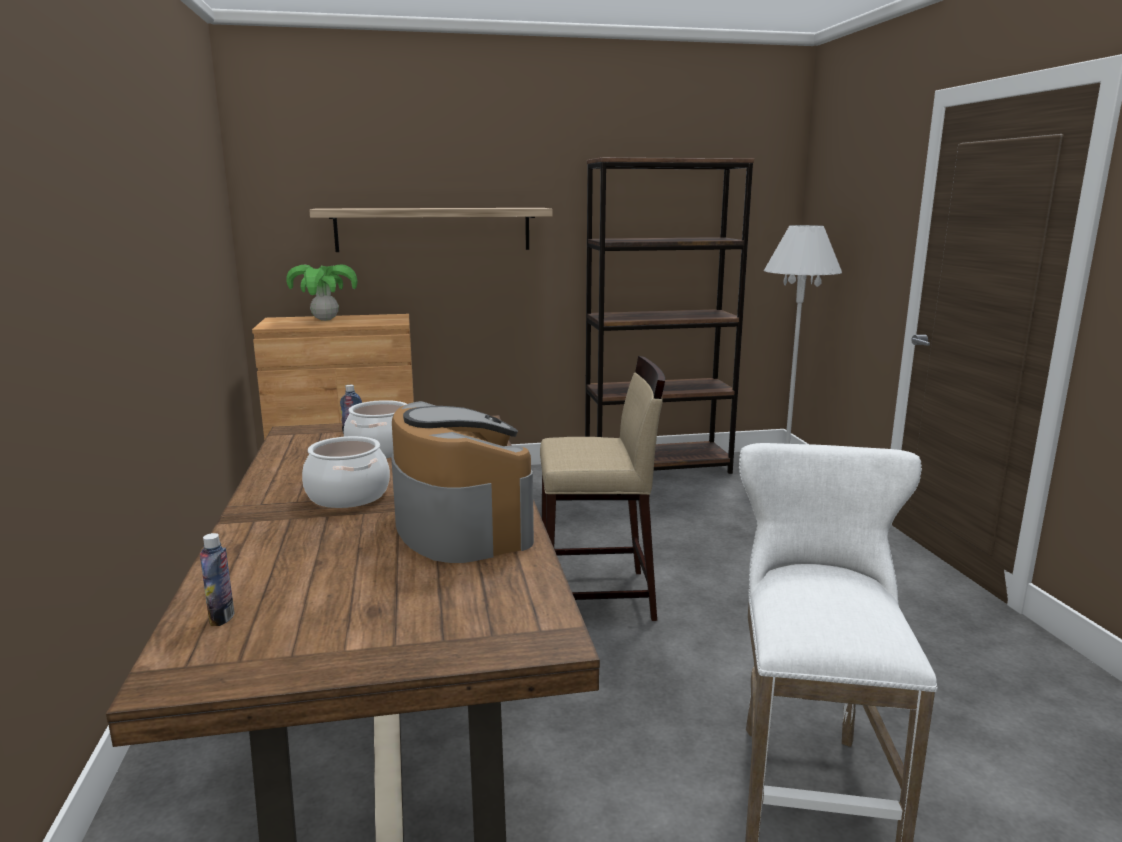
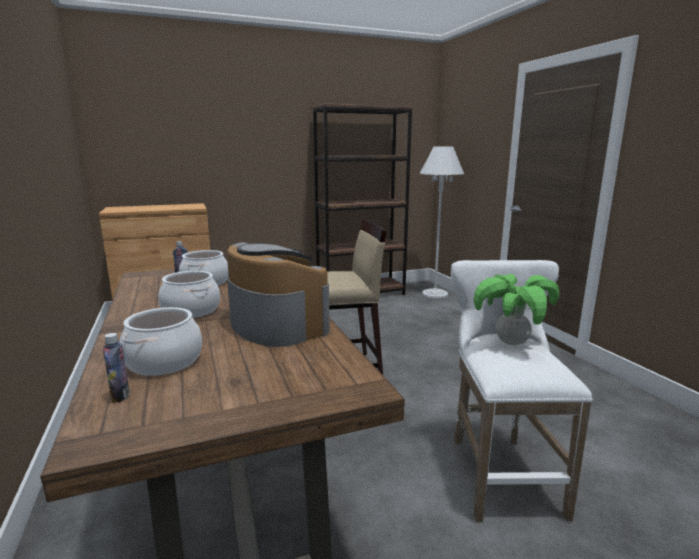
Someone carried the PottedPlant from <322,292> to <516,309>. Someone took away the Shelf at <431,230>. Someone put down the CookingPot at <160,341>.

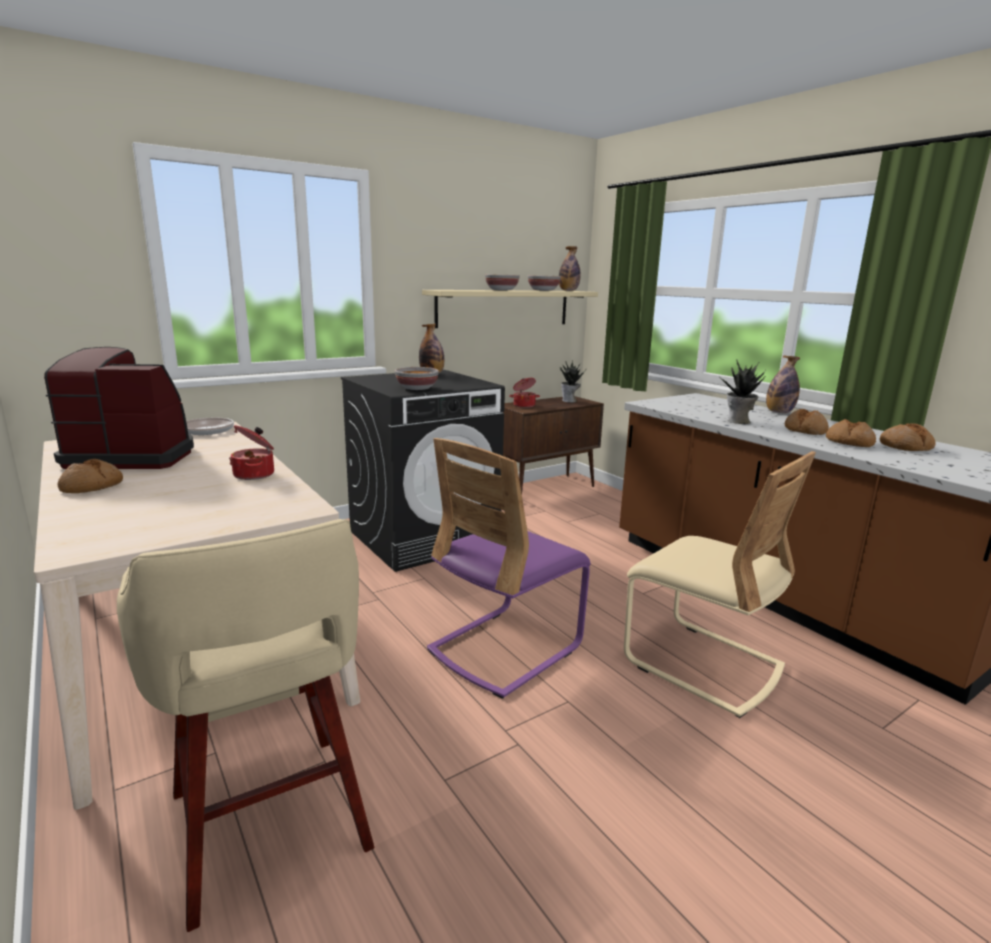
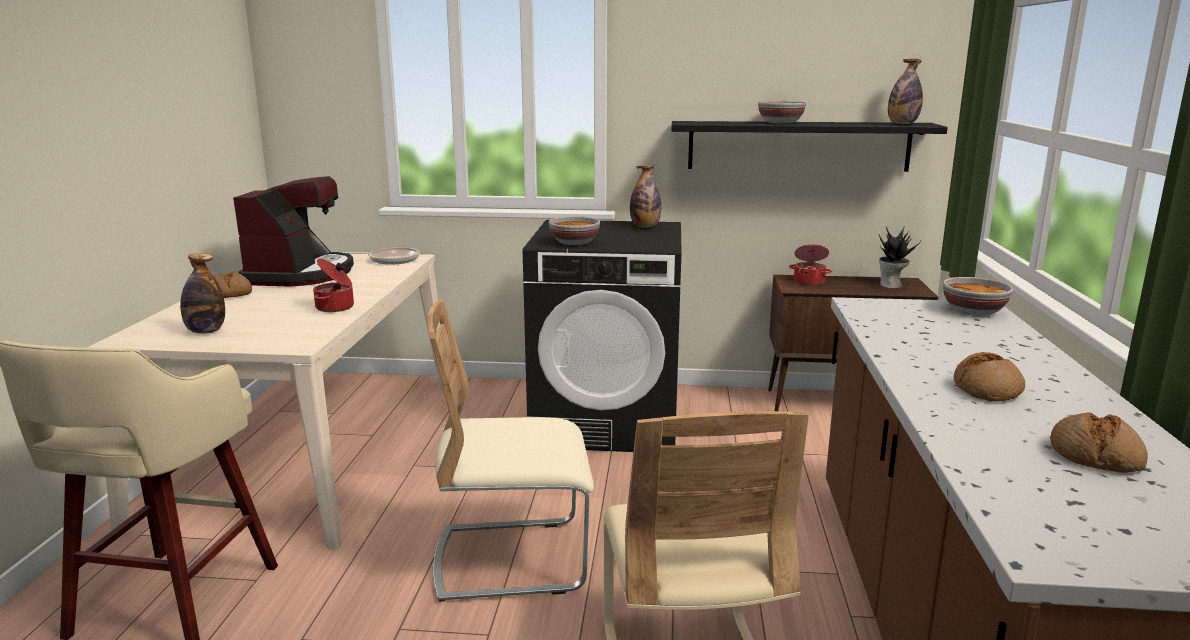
Someone rotated the CoffeeMachine at <119,408> by 60 degrees clockwise. Someone repainted the BeigeColouredShelf at <510,309>, which became the BlackishShelf at <809,146>. Someone repainted the PurplishChair at <509,568>, which became the BeigeColouredChair at <511,451>. Someone carried the DeepDish from <544,283> to <978,296>. Someone took away the PottedPlant at <744,392>. Someone carried the Bottle from <783,384> to <202,293>. Someone took away the BakedBread at <851,433>.

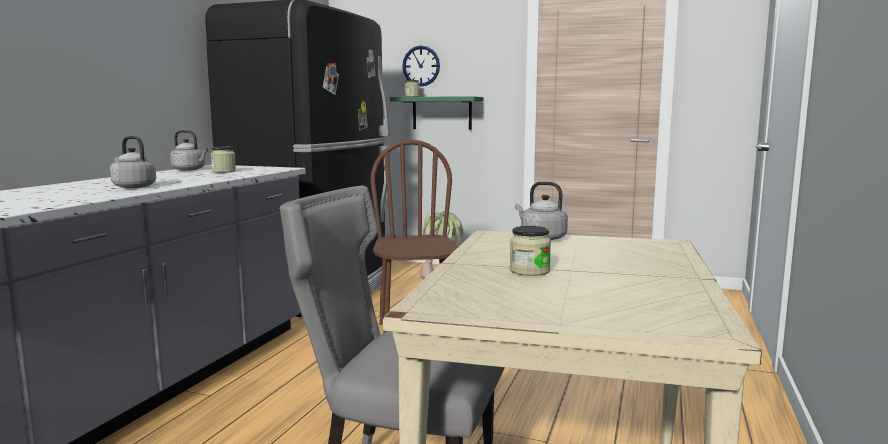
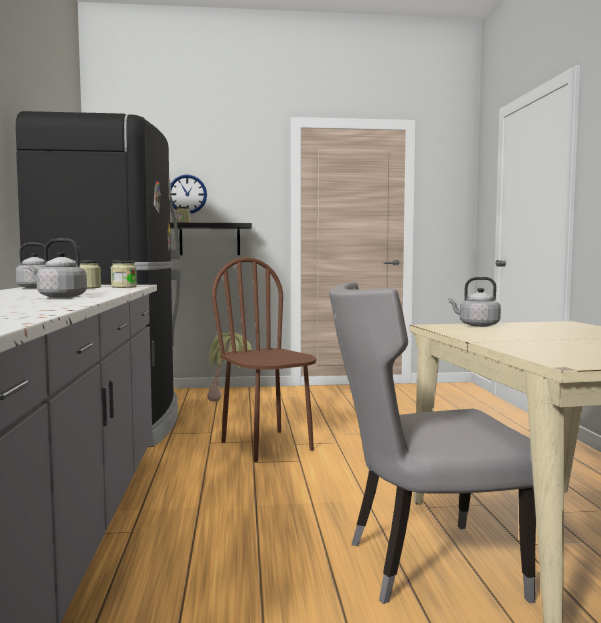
Someone repainted the GreenishShelf at <437,113>, which became the BlackishShelf at <211,239>. Someone carried the StorageJar from <530,251> to <124,274>.

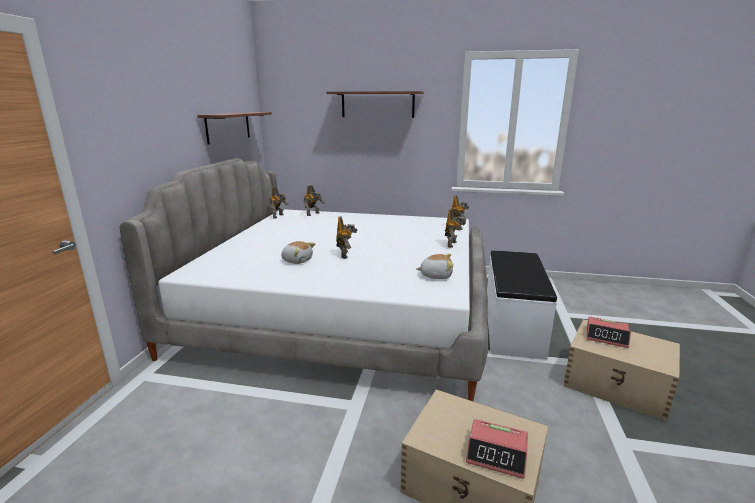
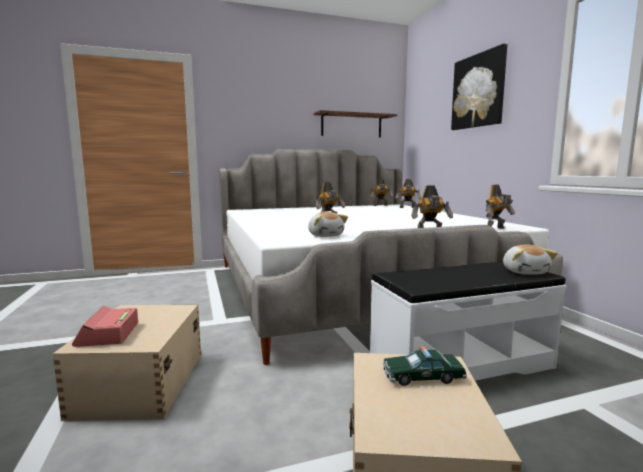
Someone carried the CuddlyToy from <298,252> to <530,260>. Someone swapped the Shelf at <375,104> for the Picture at <479,87>. Someone swapped the TableClock at <609,332> for the MiniatureCar at <425,366>.

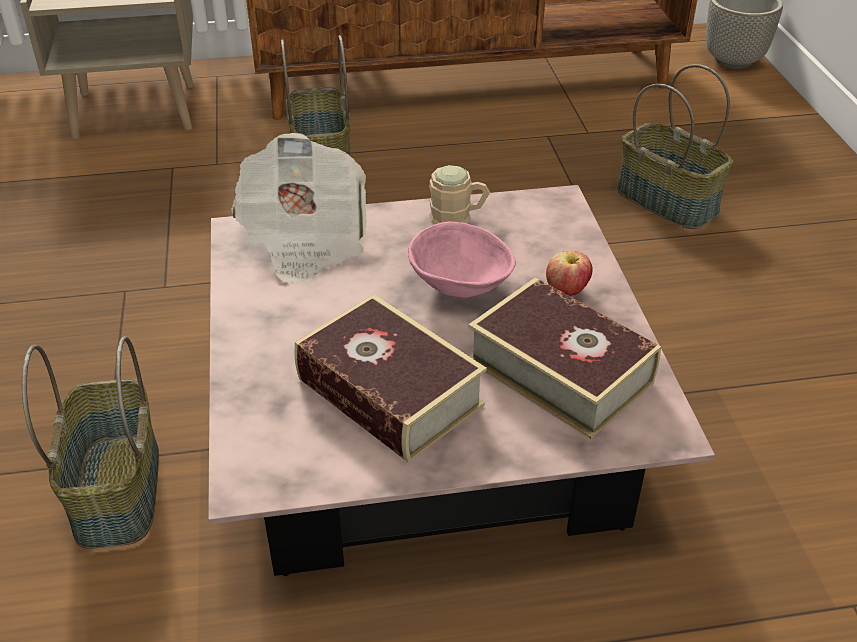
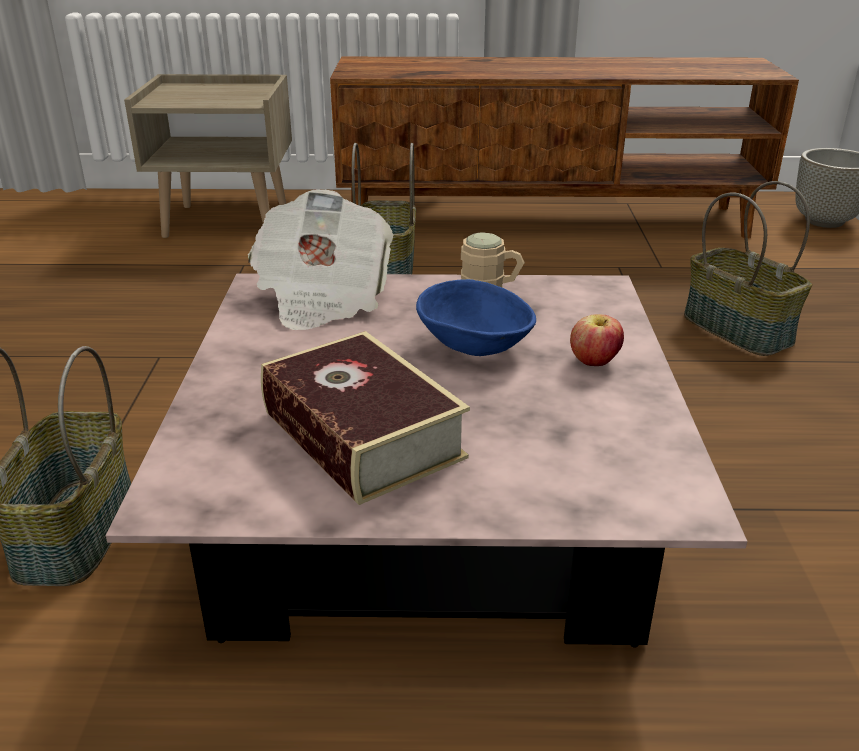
Someone repainted the PinkishDeepDish at <462,259>, which became the BlueDeepDish at <476,317>. Someone took away the Book at <564,358>.

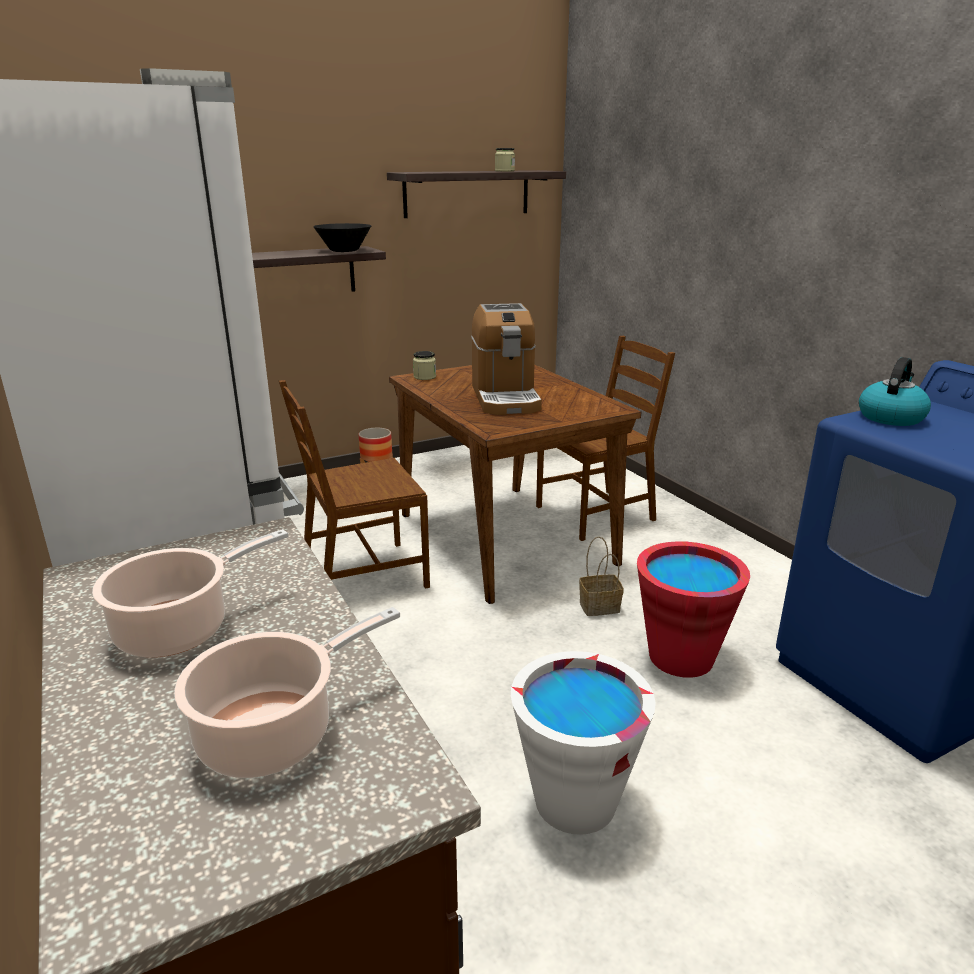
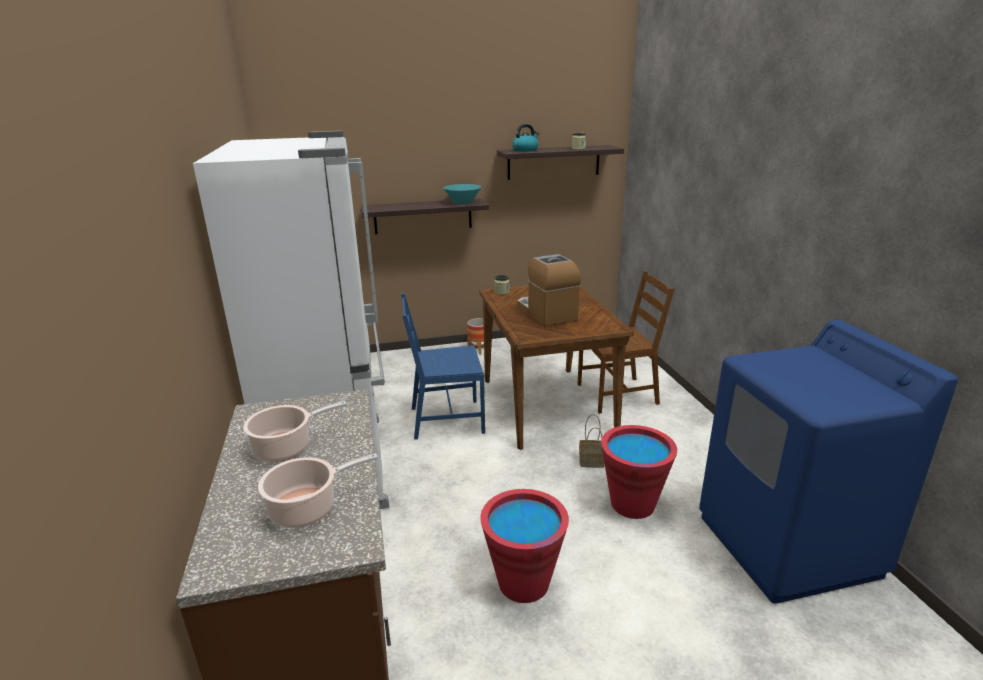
Someone repainted the BrownColouredChair at <354,484>, which became the BlueChair at <443,366>. Someone repainted the BlackishDeepDish at <342,237>, which became the TurquoiseColouredDeepDish at <462,194>. Someone rotated the CoffeeMachine at <506,359> by 150 degrees clockwise. Someone repainted the WhiteWaterBucket at <583,743>, which became the ReddishWaterBucket at <524,546>. Someone carried the TeaKettle from <895,391> to <525,138>.

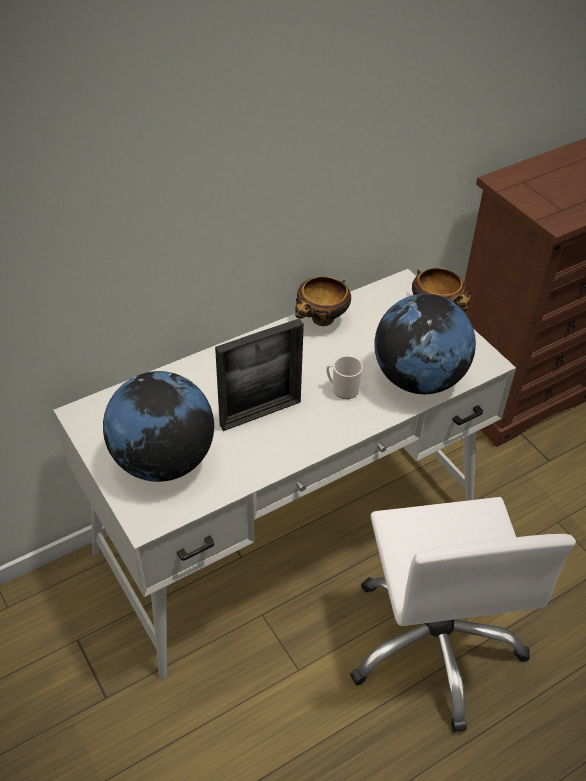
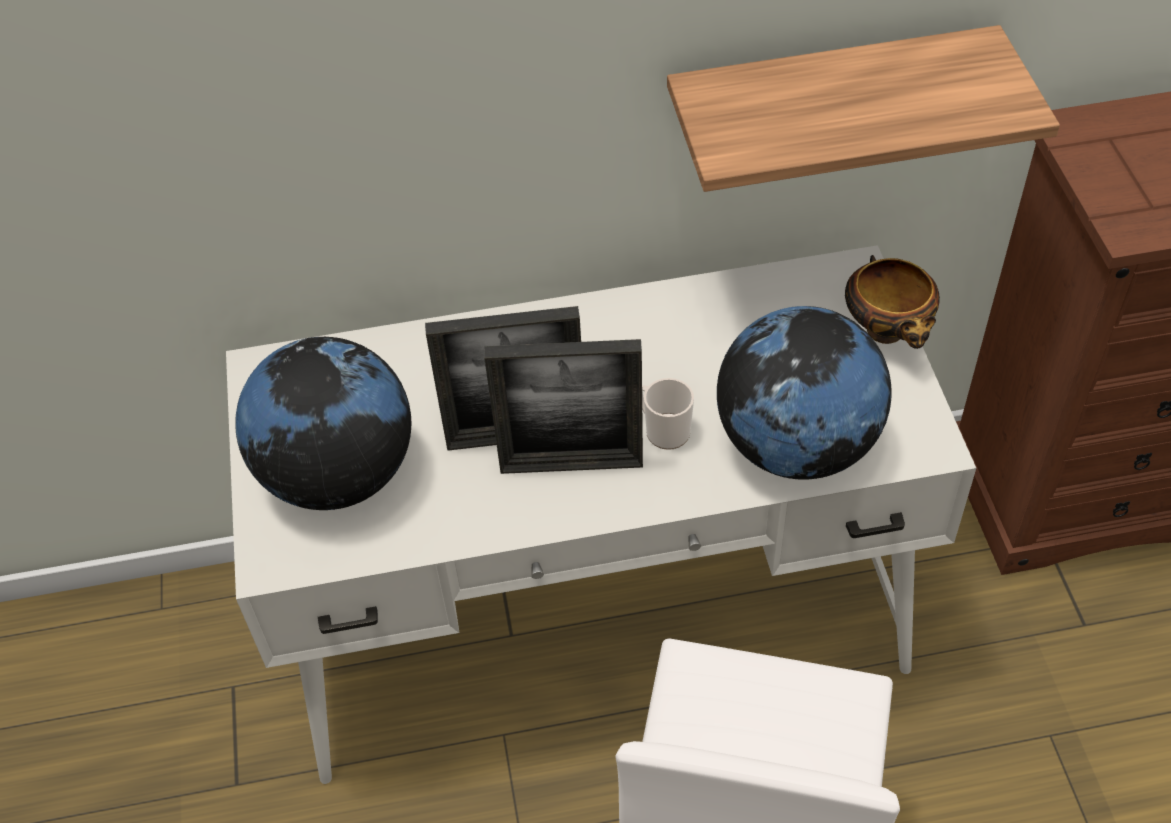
Someone took away the DeepDish at <323,301>. Someone put down the PictureFrame at <563,406>. Someone put up the Shelf at <863,108>.

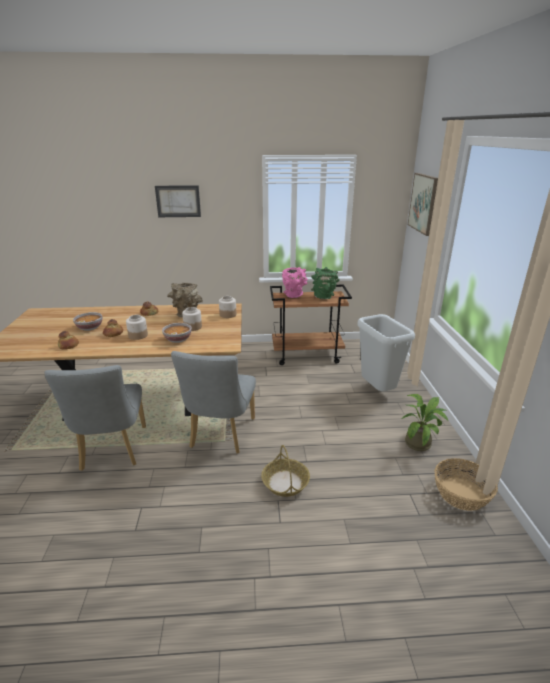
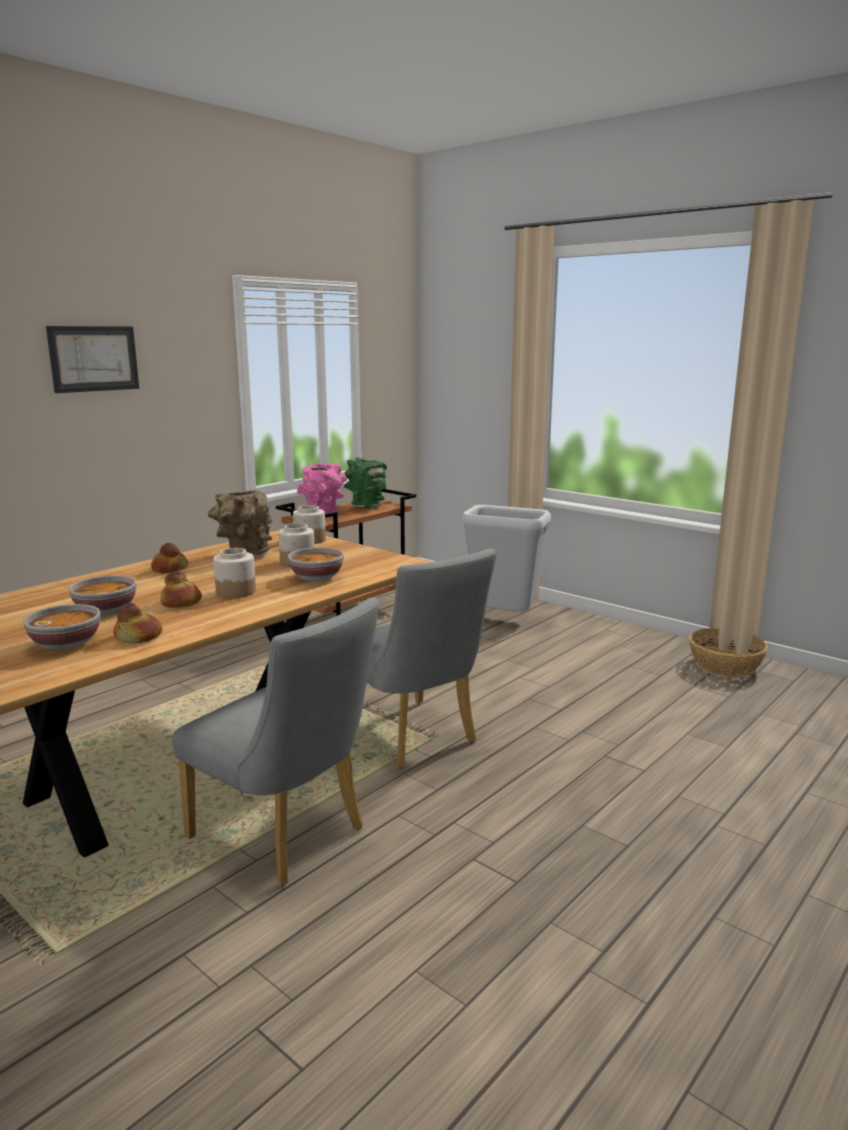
Someone took away the HouseholdBasket at <285,471>. Someone took away the PottedPlant at <424,422>. Someone took away the Picture at <423,204>. Someone put down the DeepDish at <62,627>.

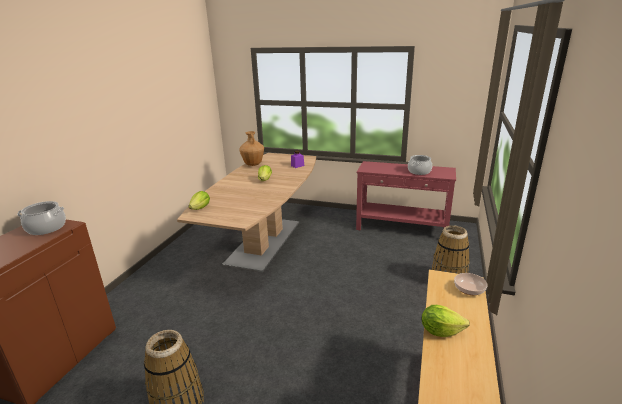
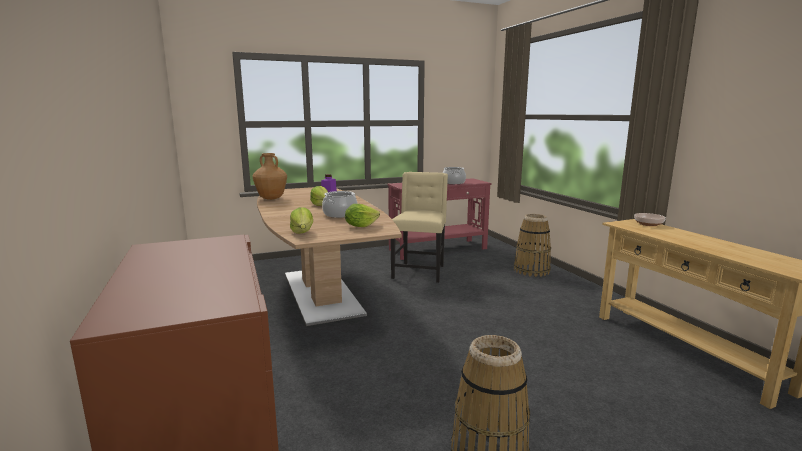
Someone carried the CookingPot from <41,218> to <340,204>. Someone carried the LettuceHead from <446,321> to <362,215>. Someone put down the BeigeColouredChair at <419,227>.

